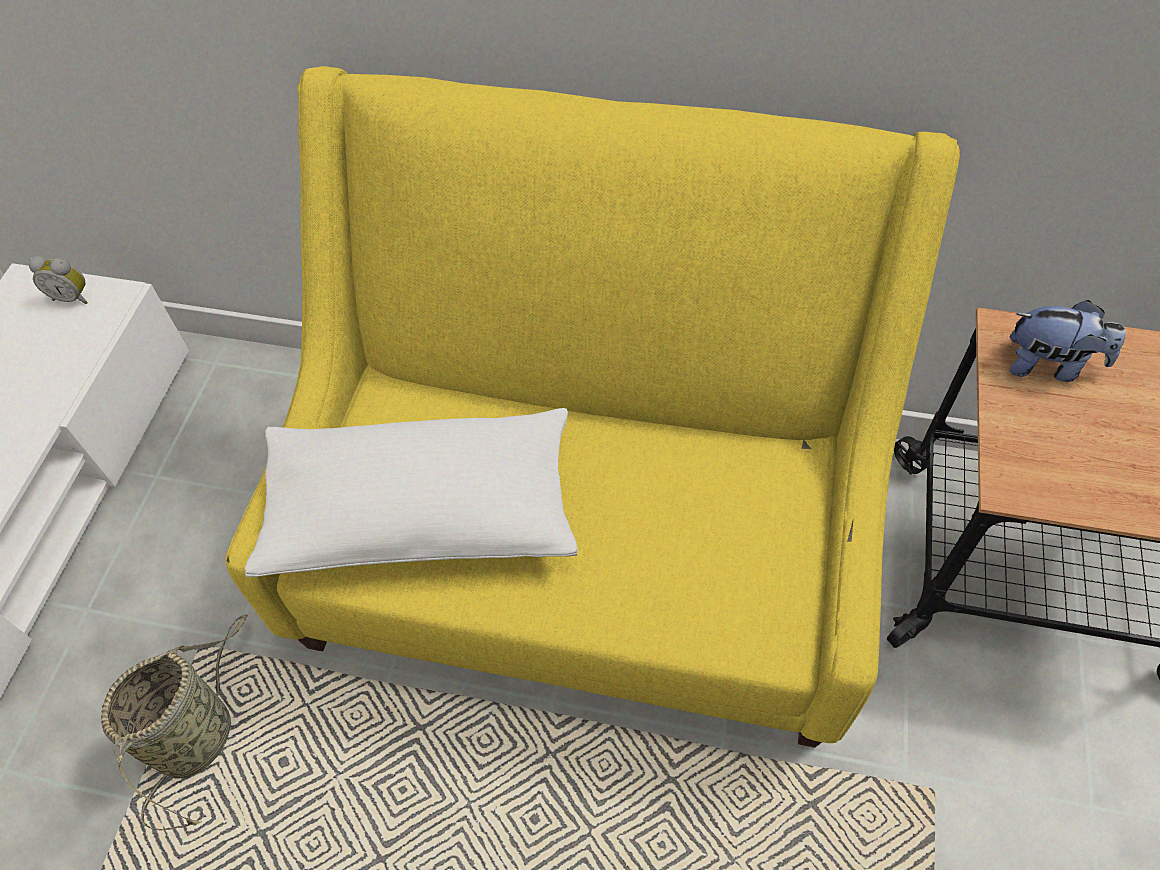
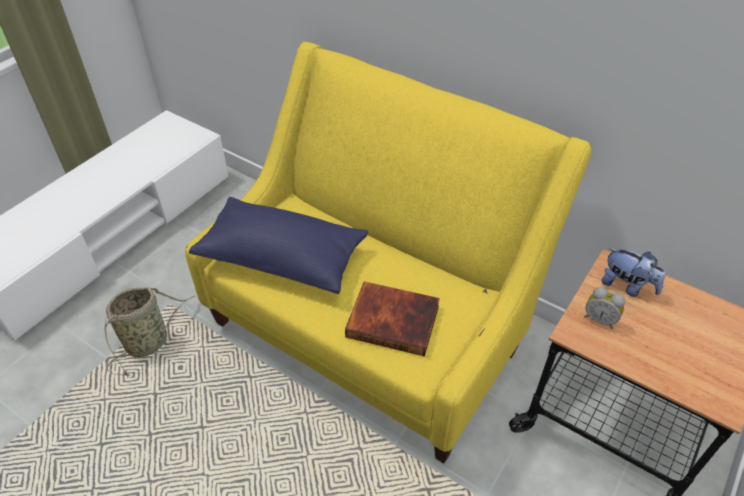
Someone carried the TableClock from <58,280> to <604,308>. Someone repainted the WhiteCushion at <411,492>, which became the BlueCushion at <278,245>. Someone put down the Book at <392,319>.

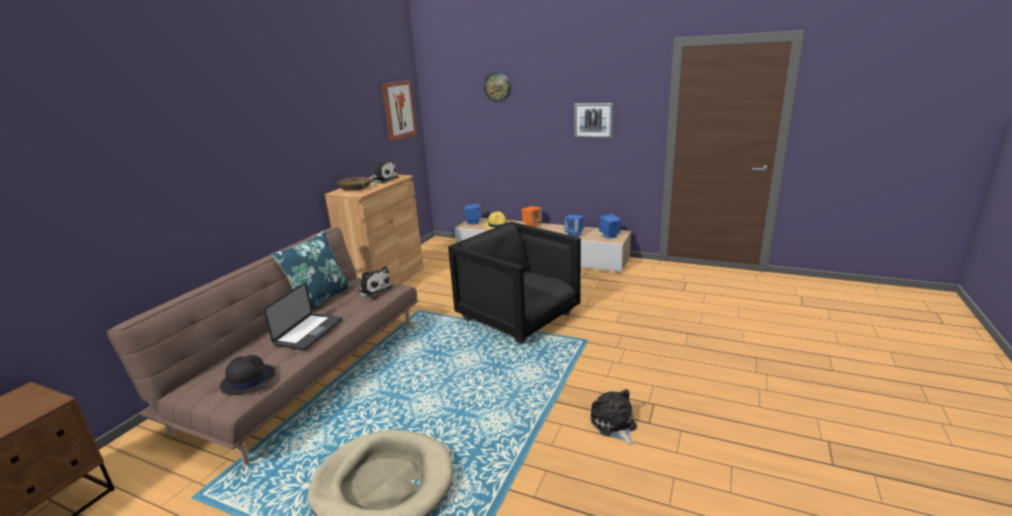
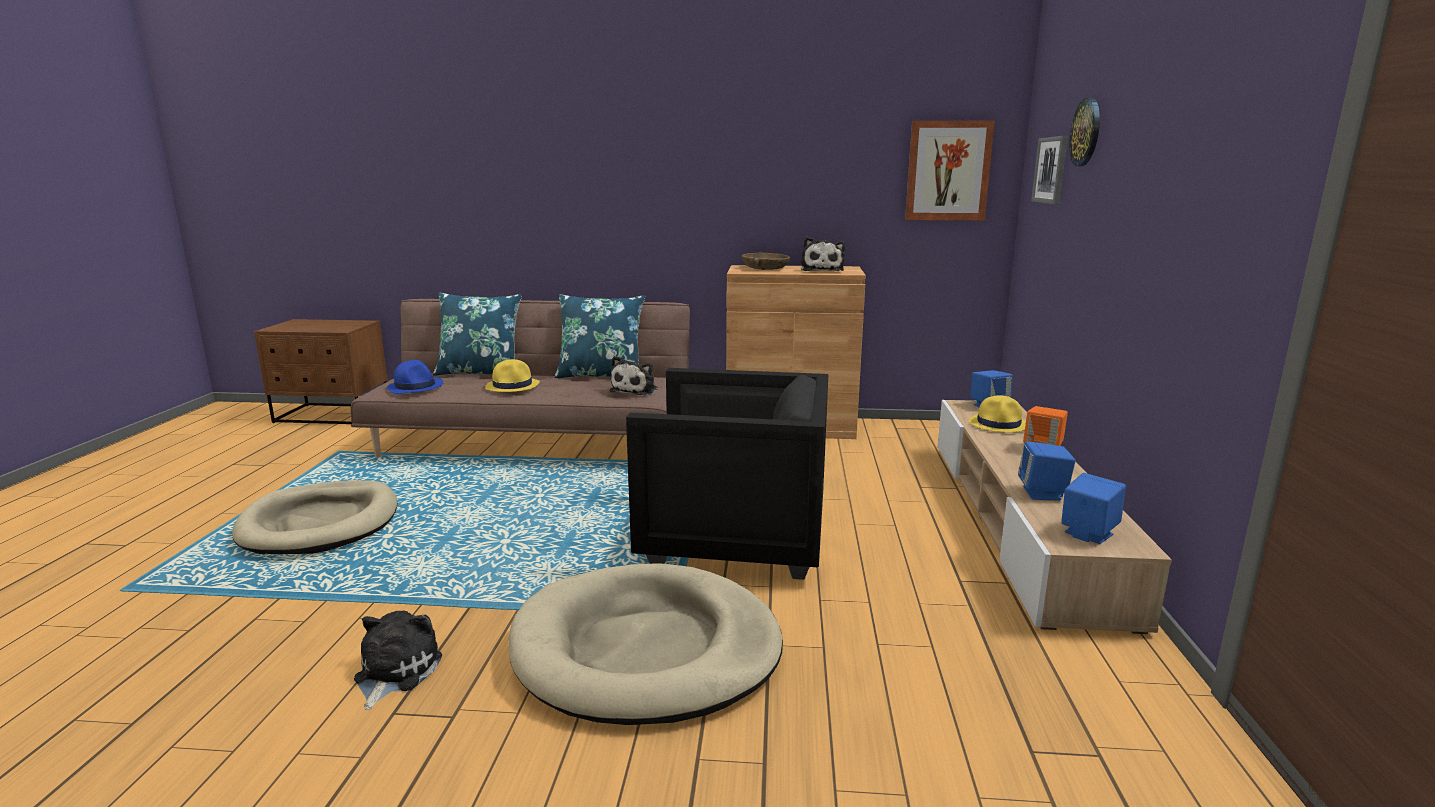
Someone repainted the BlackishHat at <248,375>, which became the BlueHat at <415,377>. Someone swapped the Laptop at <303,316> for the YellowishHat at <512,375>. Someone rotated the BlackishLoungeChair at <514,283> by 75 degrees clockwise. Someone carried the Picture from <593,120> to <1049,170>. Someone rotated the CuddlyToy at <614,417> by 45 degrees counterclockwise. Someone put down the BlueCushion at <477,334>. Someone put down the BeigeColouredPetBed at <645,644>.

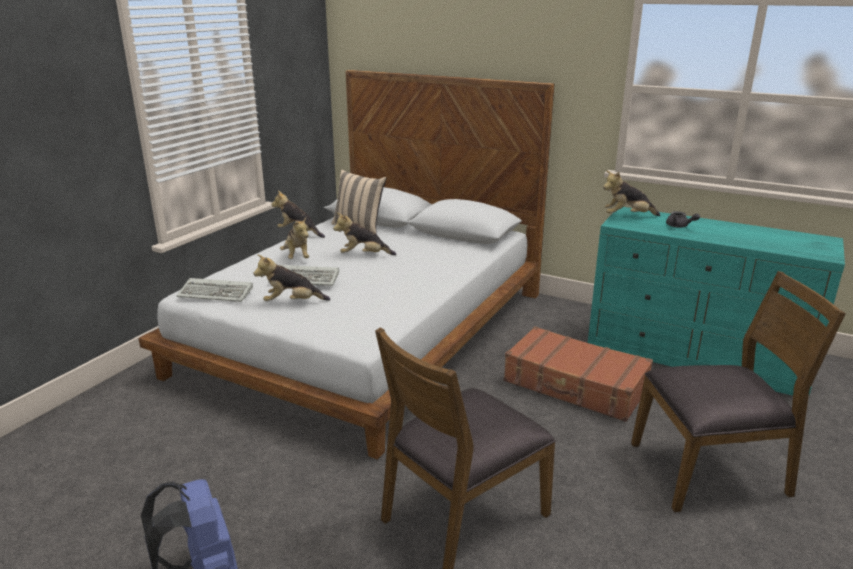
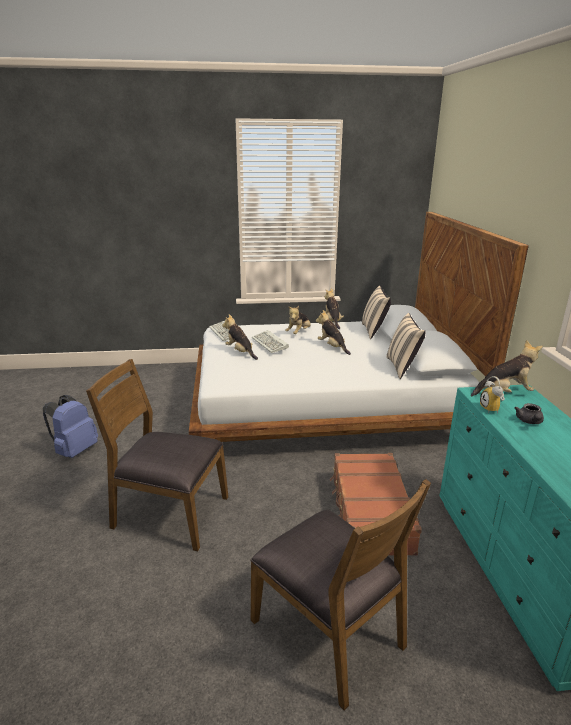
Someone rotated the CuddlyToy at <631,193> by 120 degrees clockwise. Someone put down the BeigeColouredCushion at <406,346>. Someone put down the TableClock at <492,394>.

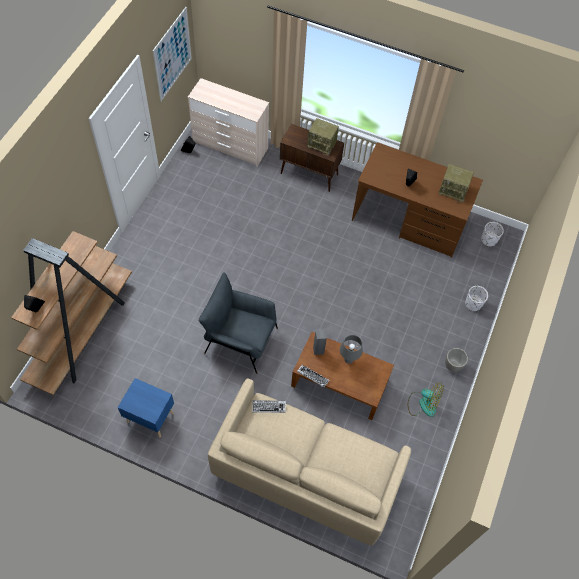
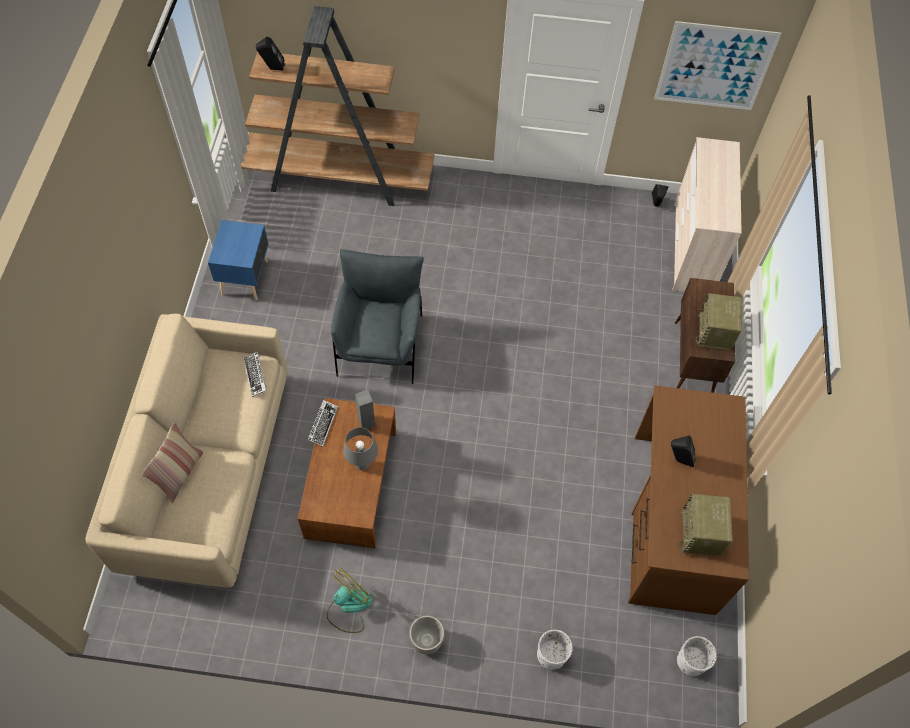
Someone rotated the ElectricFan at <426,400> by 150 degrees counterclockwise. Someone put down the Cushion at <172,463>.

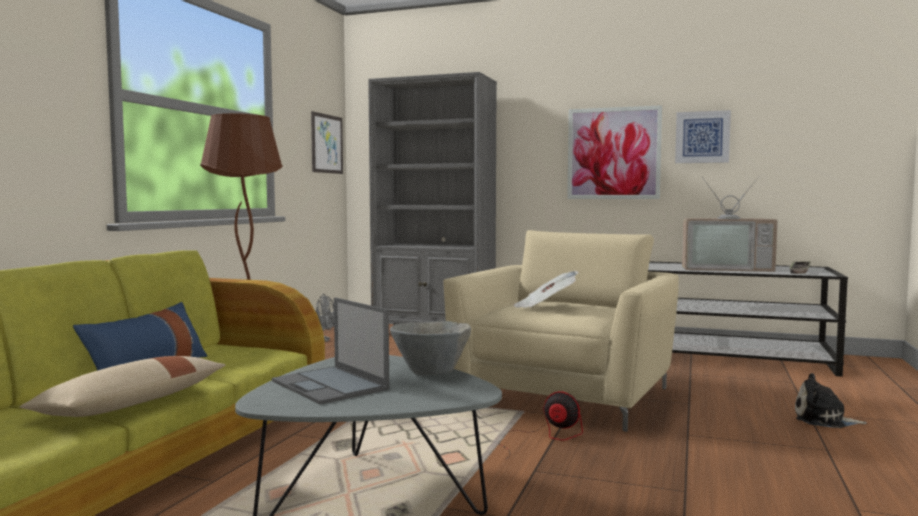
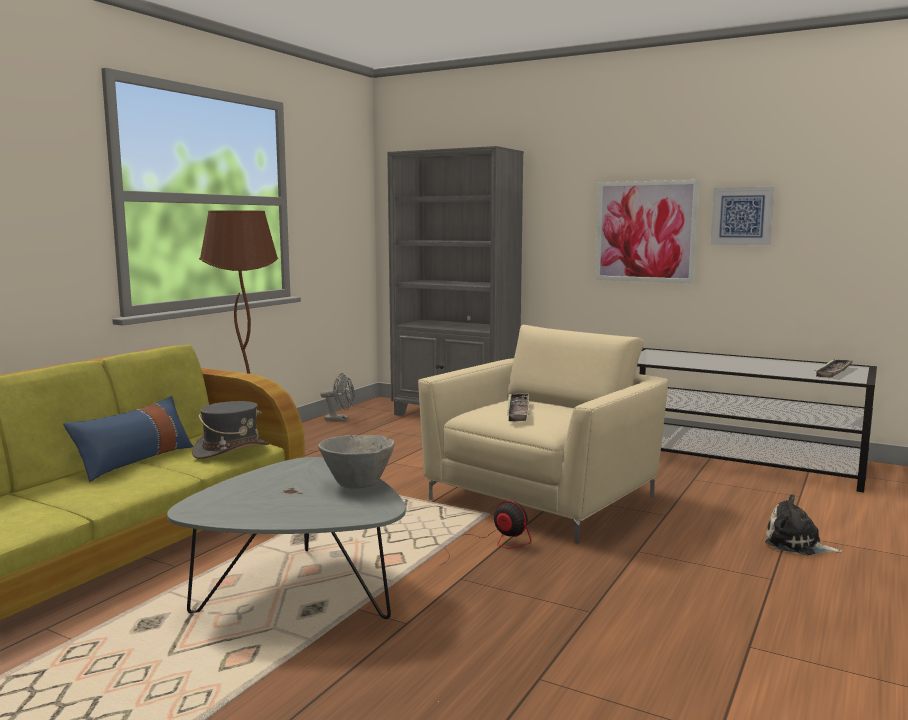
Someone took away the BeigeColouredCushion at <122,386>. Someone took away the Laptop at <330,350>. Someone took away the Picture at <327,142>. Someone swapped the DailyPaper at <546,289> for the CarryingTray at <518,407>. Someone took away the TvSet at <730,224>. Someone put down the GreyHat at <231,430>.

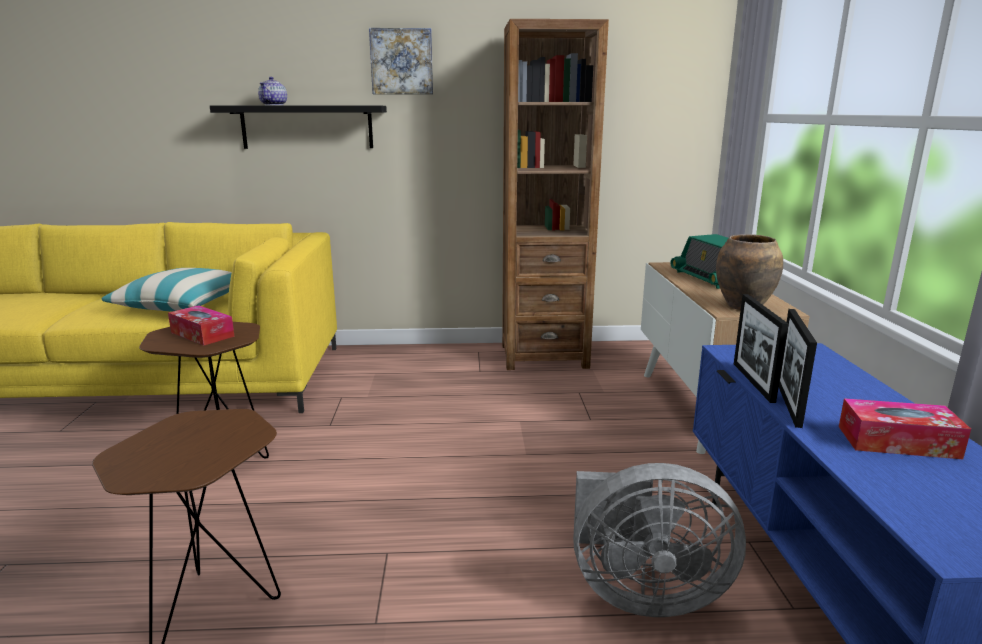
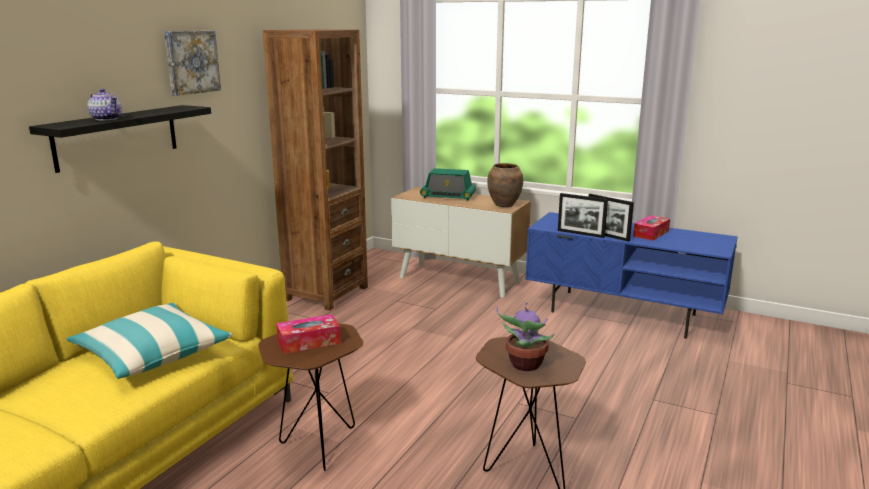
Someone took away the GreyElectricFan at <659,540>. Someone put down the PottedPlant at <524,336>.

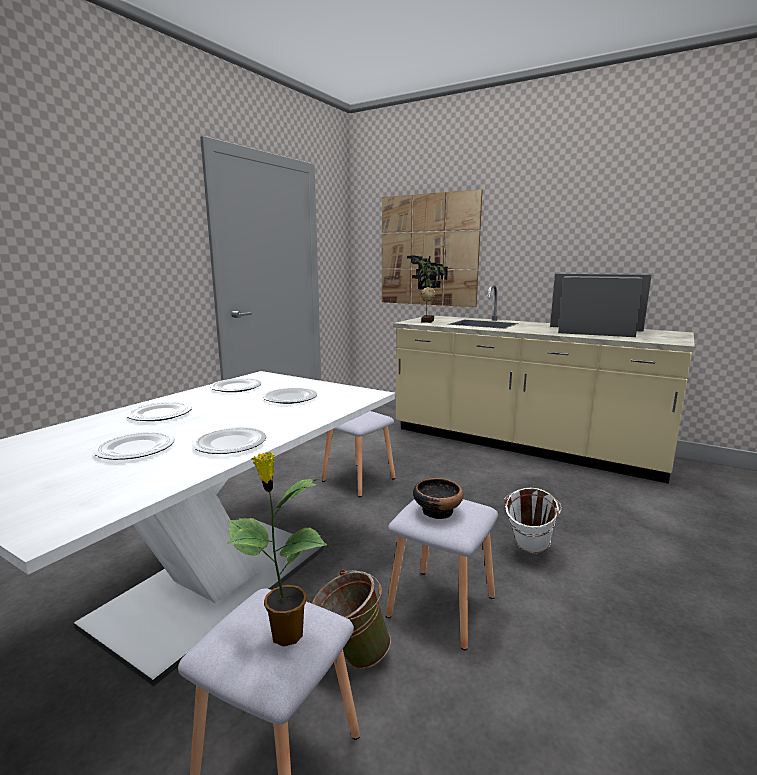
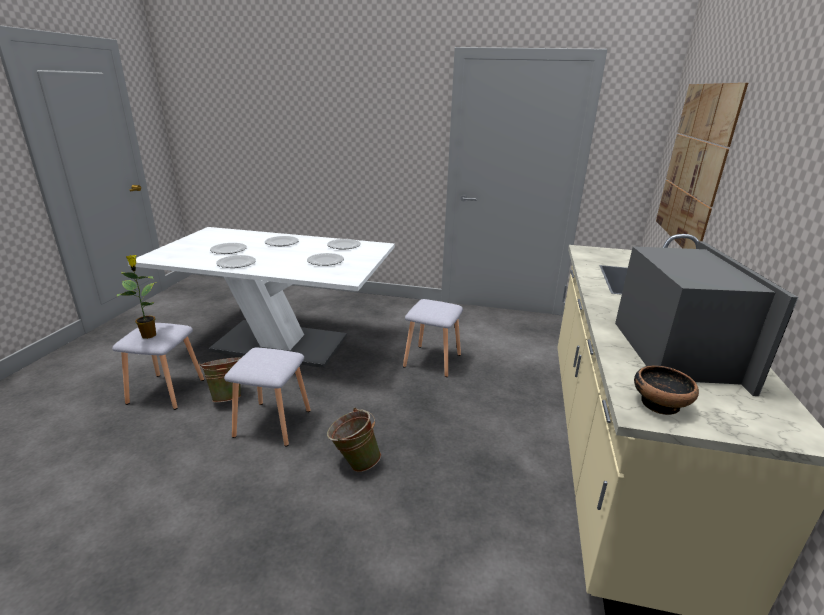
Someone took away the PottedPlant at <427,289>. Someone carried the DeepDish from <438,498> to <666,390>. Someone repainted the WhiteWaterBucket at <533,521>, which became the GreenishWaterBucket at <354,440>.

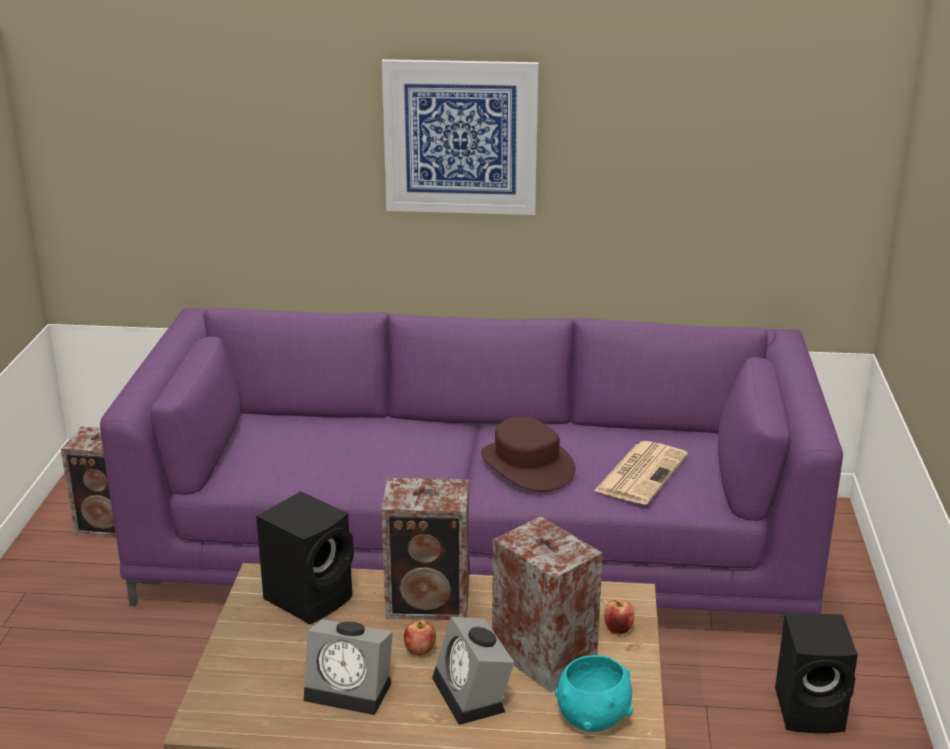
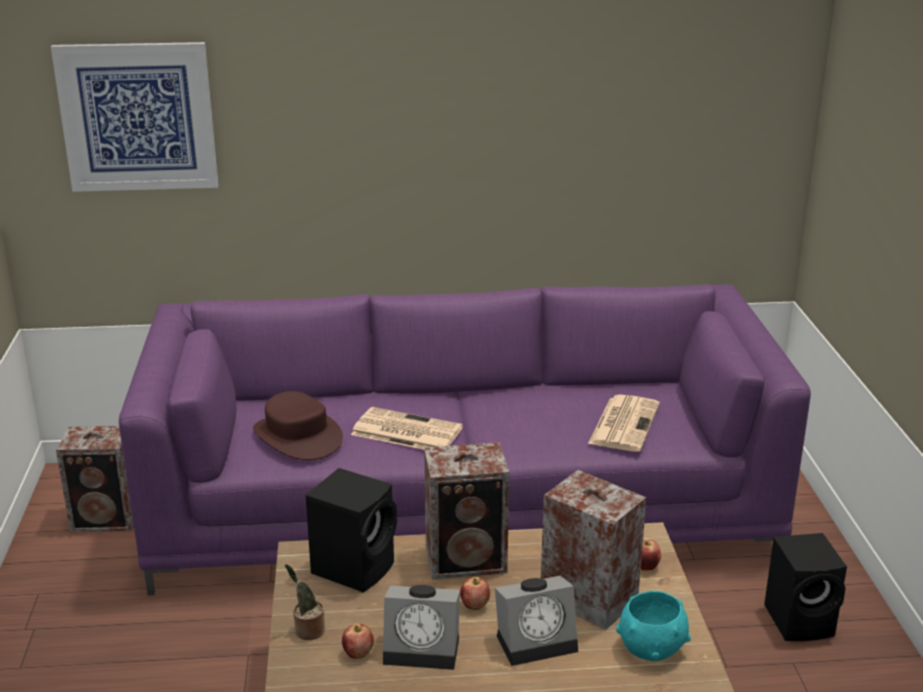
Someone carried the Picture from <460,137> to <135,117>. Someone rotated the TableClock at <473,671> by 75 degrees counterclockwise. Someone carried the BrownColouredHat from <528,454> to <298,425>. Someone put down the PottedPlant at <305,602>. Someone put down the Apple at <358,641>. Someone put down the DailyPaper at <407,428>.

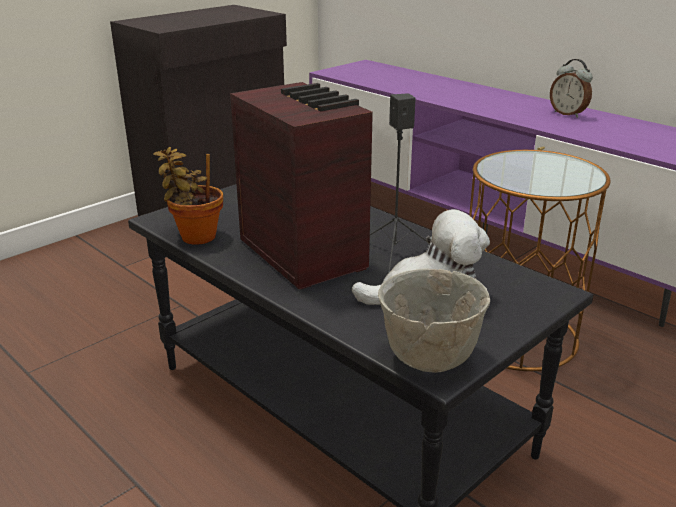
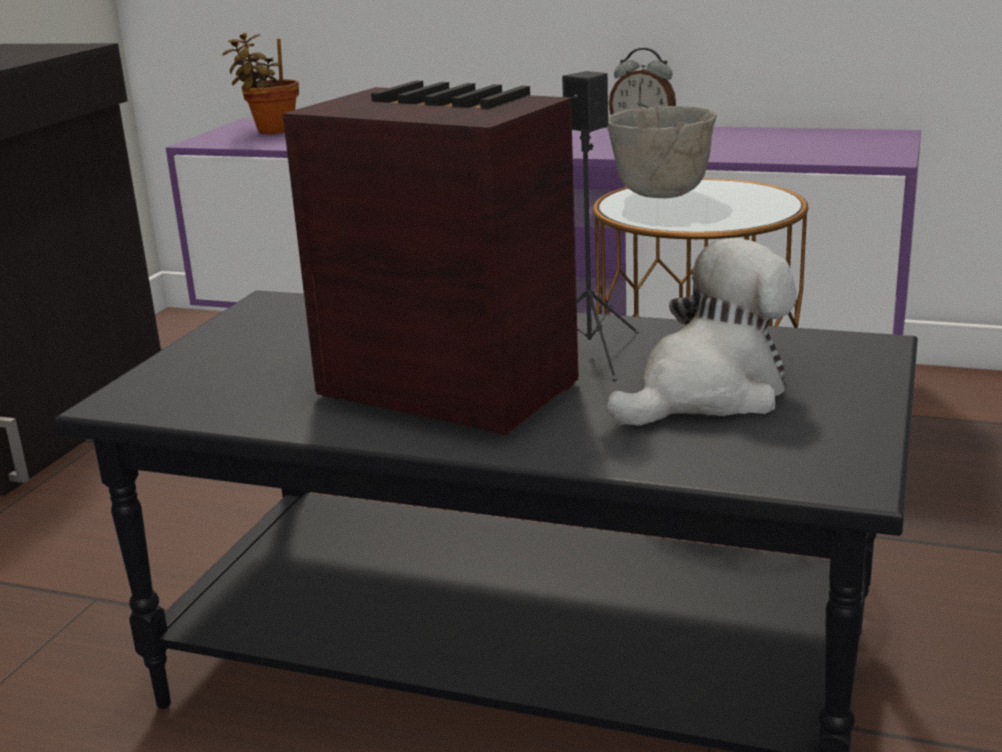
Someone carried the PottedPlant from <188,196> to <260,83>. Someone carried the GreyDeepDish from <434,320> to <662,152>.

